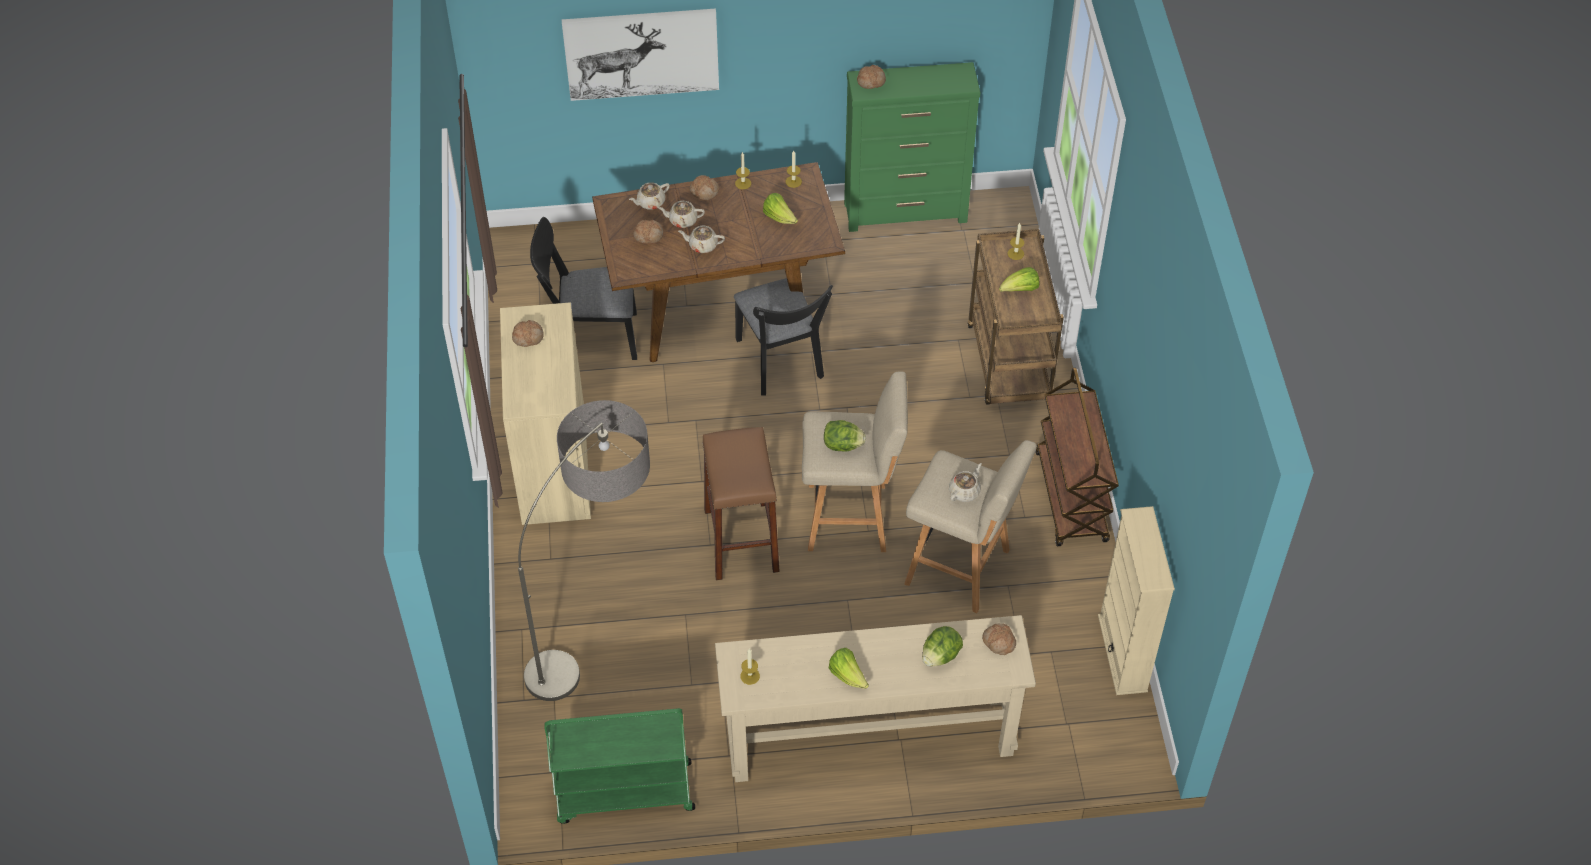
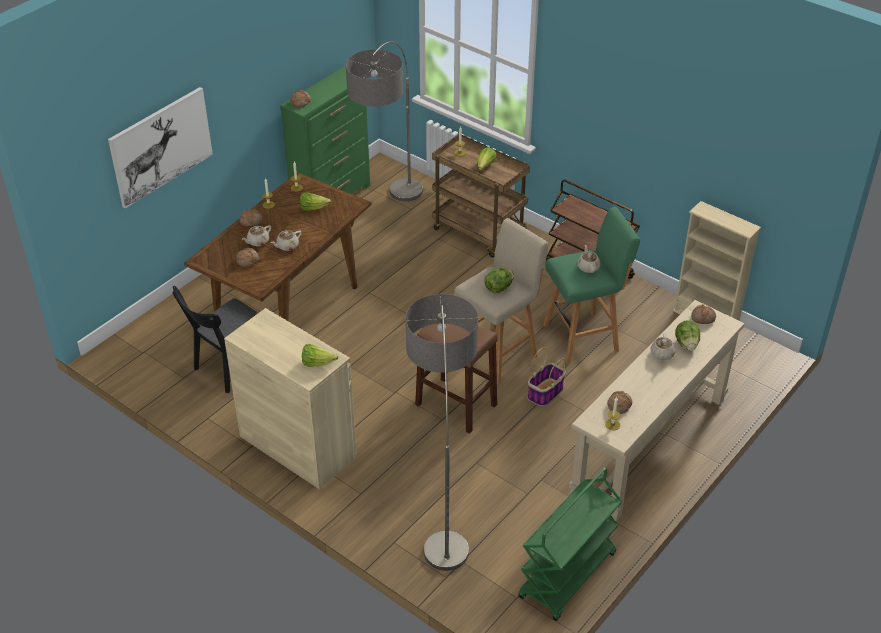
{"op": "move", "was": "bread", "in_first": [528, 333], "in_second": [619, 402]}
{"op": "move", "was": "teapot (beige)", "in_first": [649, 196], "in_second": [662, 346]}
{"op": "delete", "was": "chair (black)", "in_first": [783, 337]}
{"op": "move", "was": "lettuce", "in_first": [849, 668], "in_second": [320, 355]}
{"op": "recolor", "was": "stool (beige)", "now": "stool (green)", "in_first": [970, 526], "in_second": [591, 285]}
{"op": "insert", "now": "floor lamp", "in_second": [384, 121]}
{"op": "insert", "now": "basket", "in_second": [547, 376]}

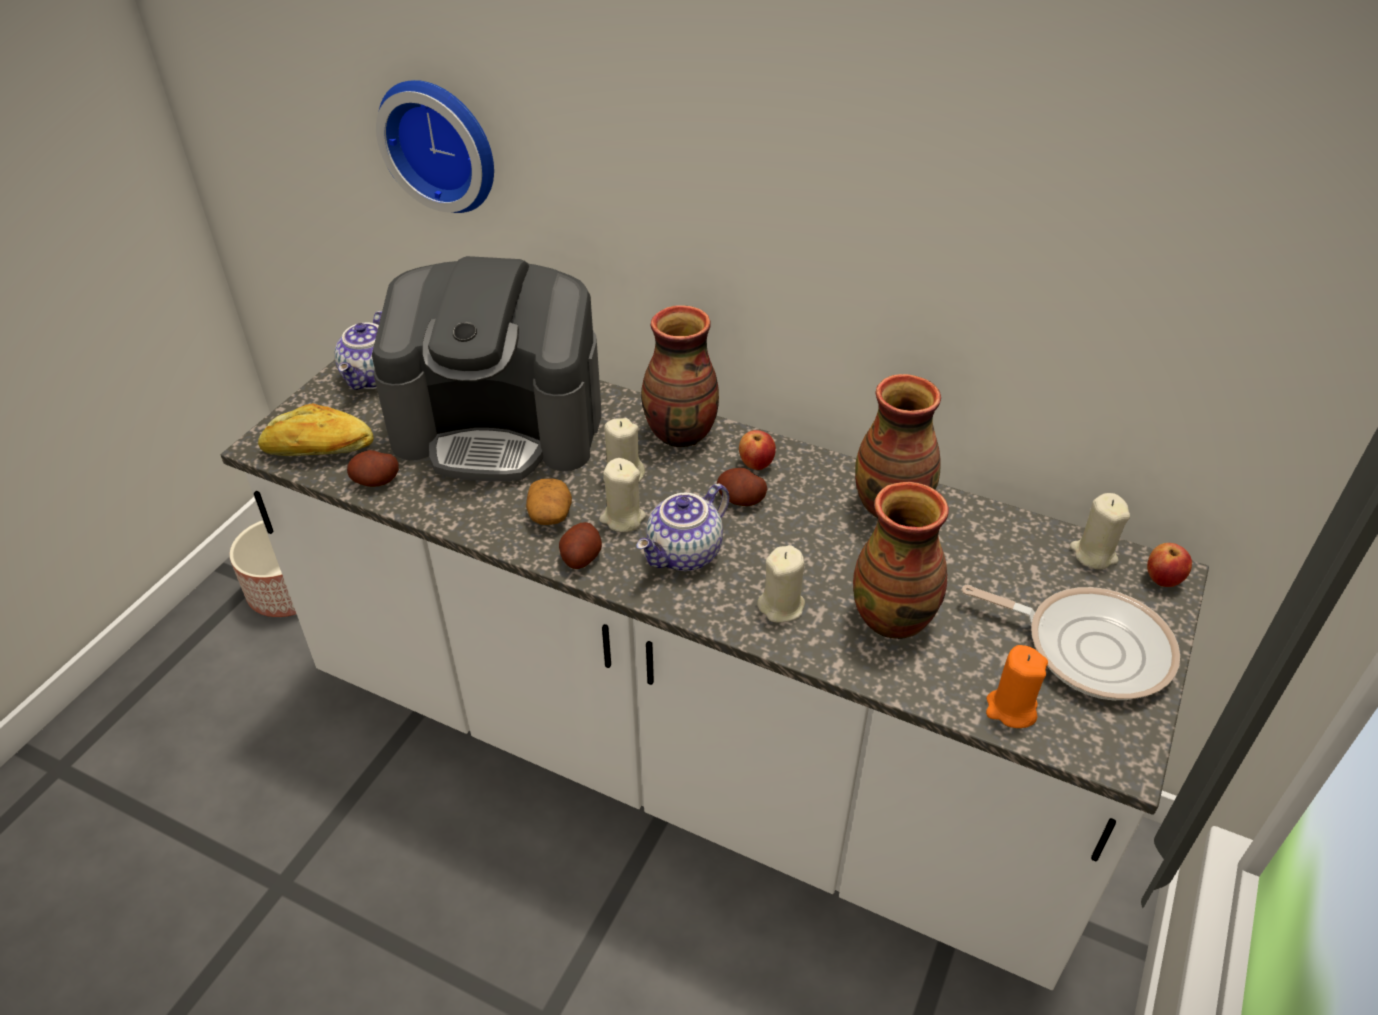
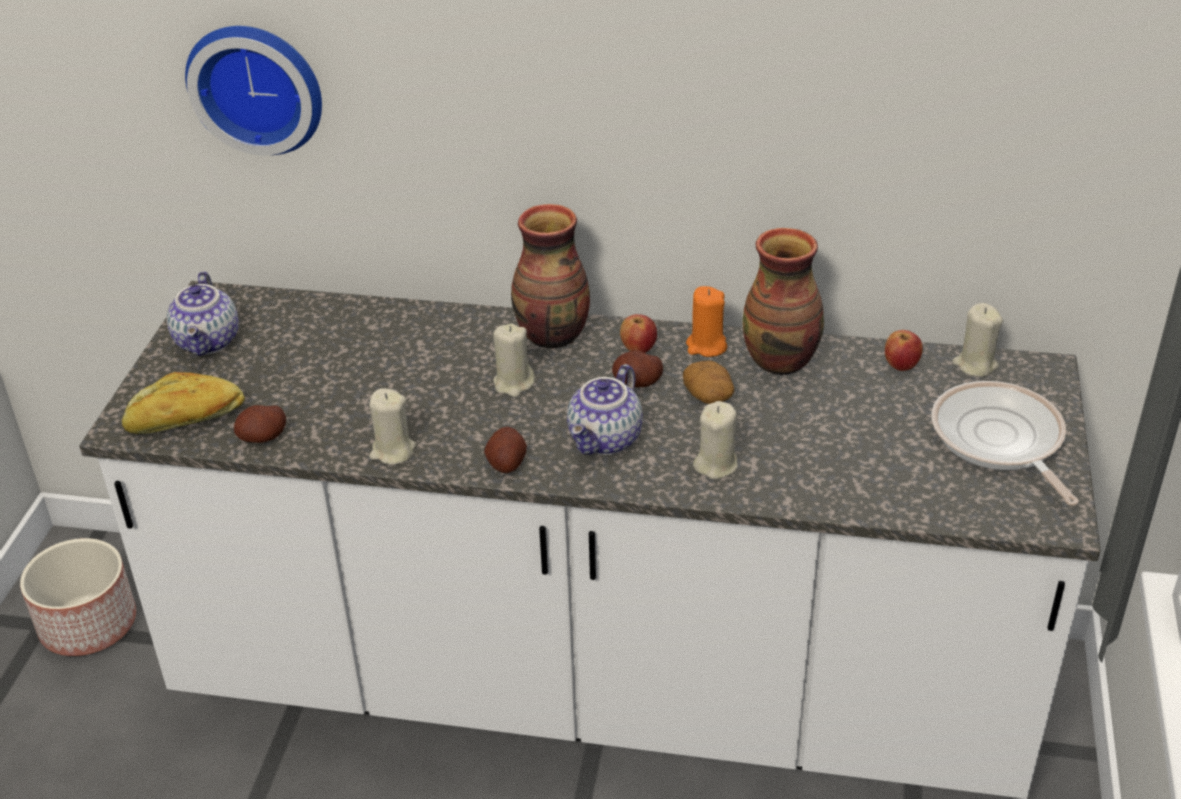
{"op": "delete", "was": "coffee machine", "in_first": [486, 368]}
{"op": "move", "was": "potato", "in_first": [549, 502], "in_second": [708, 382]}
{"op": "move", "was": "candle (beige)", "in_first": [622, 495], "in_second": [392, 426]}
{"op": "delete", "was": "vase", "in_first": [901, 560]}
{"op": "rotate", "was": "frying pan", "in_first": [1071, 642], "in_second": [1005, 443], "clockwise": -120}
{"op": "move", "was": "candle (orange)", "in_first": [1017, 686], "in_second": [706, 321]}
{"op": "move", "was": "apple", "in_first": [1169, 565], "in_second": [904, 350]}

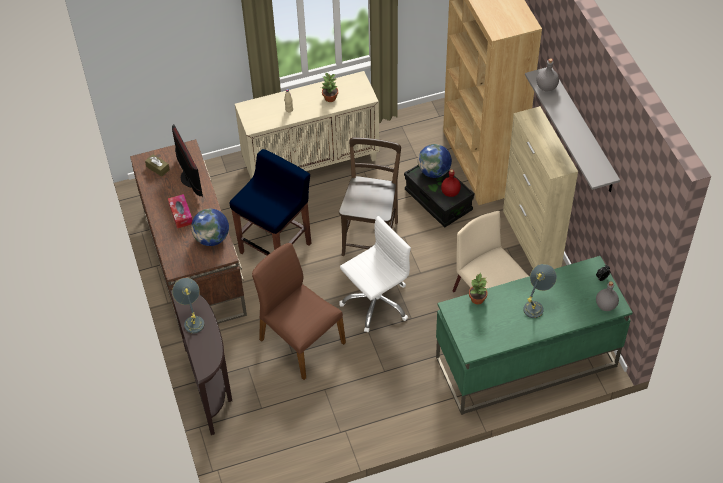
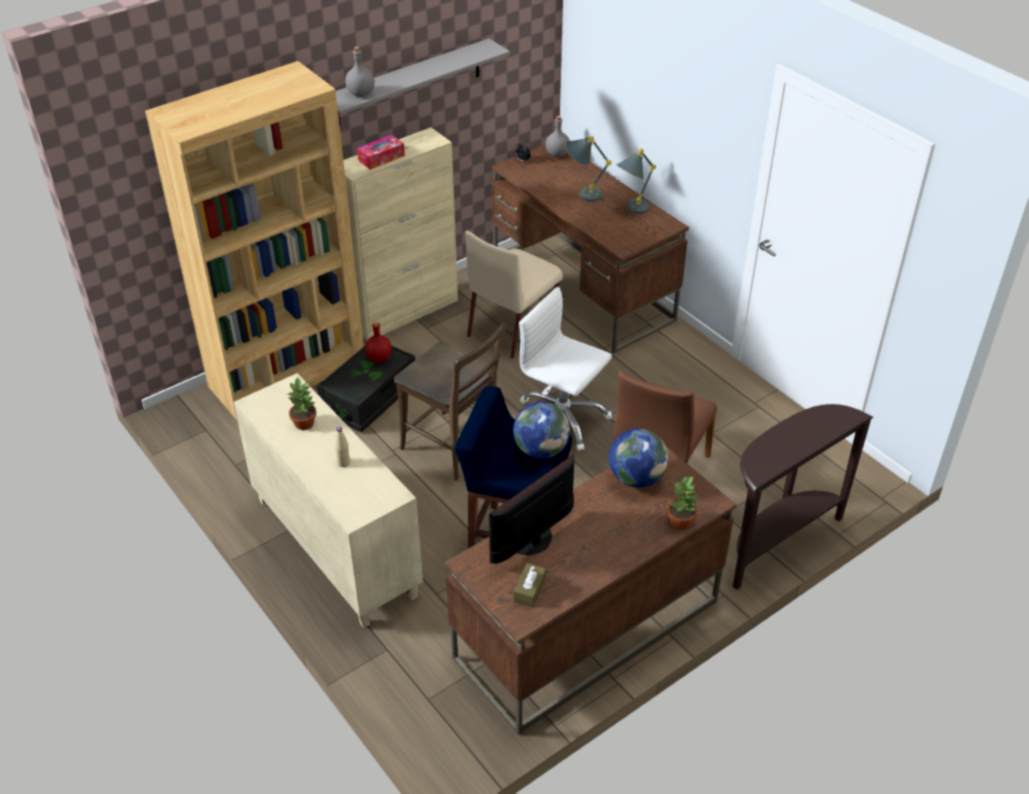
{"op": "move", "was": "tissue box", "in_first": [180, 211], "in_second": [381, 152]}
{"op": "move", "was": "table lamp (grey)", "in_first": [188, 305], "in_second": [636, 181]}
{"op": "rotate", "was": "chair (brown)", "in_first": [370, 196], "in_second": [450, 402], "clockwise": -135}
{"op": "move", "was": "globe", "in_first": [435, 161], "in_second": [541, 430]}
{"op": "recolor", "was": "desk (green)", "now": "desk (brown)", "in_first": [534, 335], "in_second": [590, 248]}
{"op": "move", "was": "potted plant", "in_first": [478, 289], "in_second": [682, 502]}

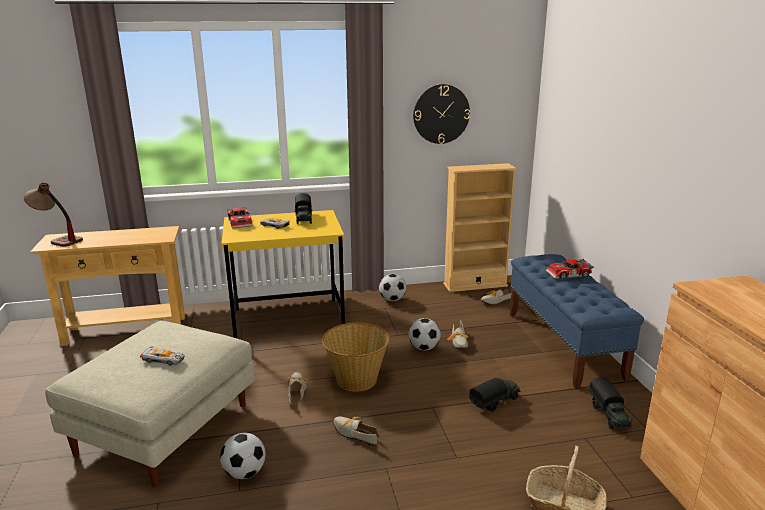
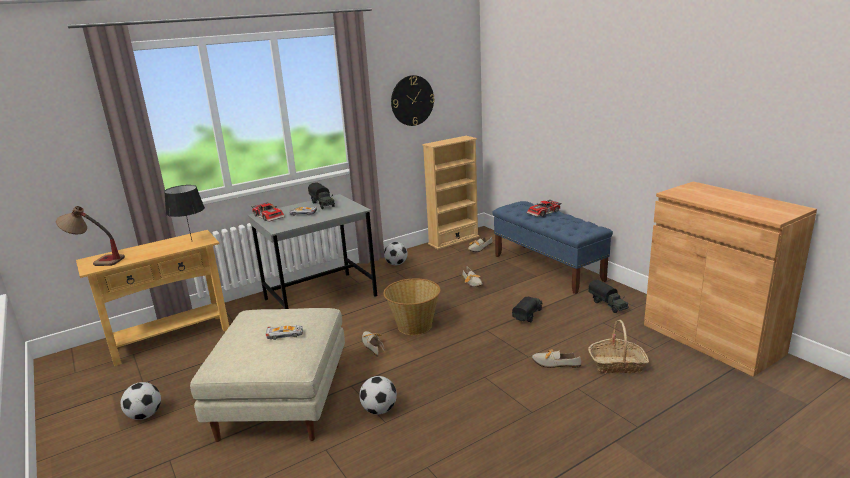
{"op": "recolor", "was": "desk (yellow)", "now": "desk (grey)", "in_first": [283, 274], "in_second": [312, 251]}
{"op": "move", "was": "shoe", "in_first": [356, 432], "in_second": [556, 358]}
{"op": "move", "was": "football", "in_first": [425, 334], "in_second": [141, 401]}
{"op": "insert", "now": "table lamp (black)", "in_second": [184, 212]}

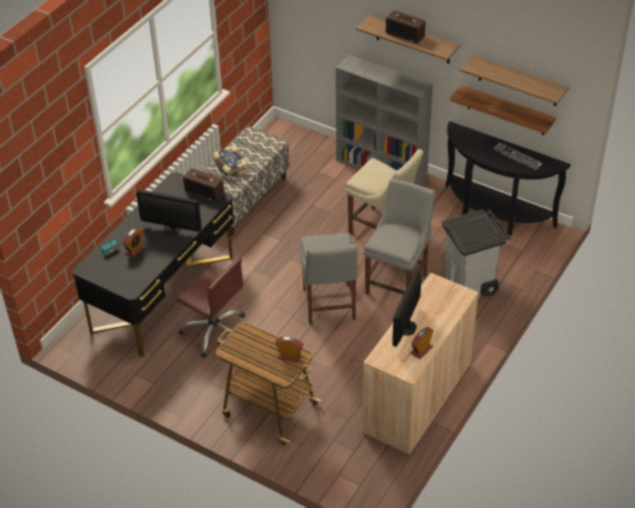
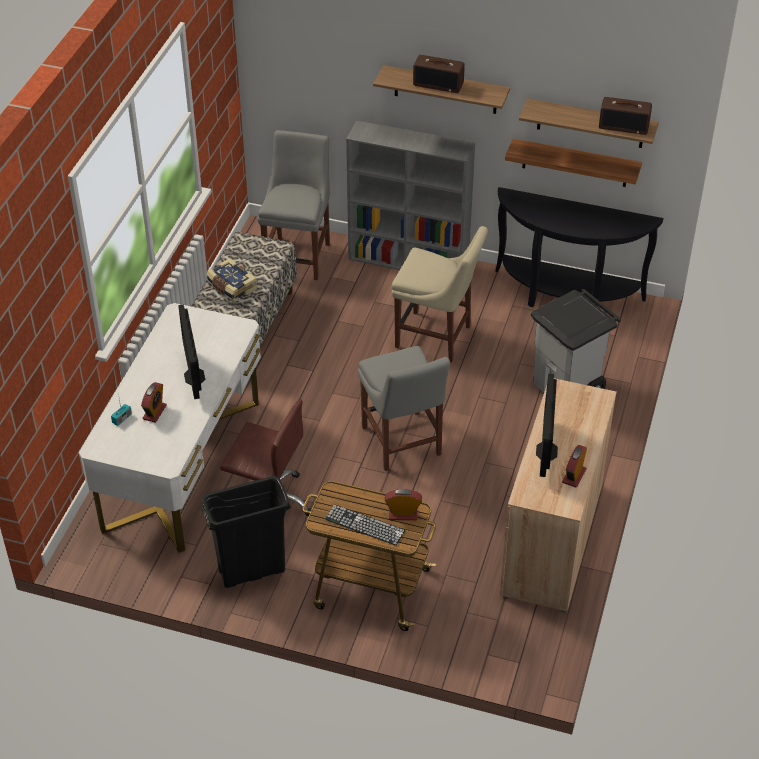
{"op": "recolor", "was": "desk (black)", "now": "desk (white)", "in_first": [153, 264], "in_second": [170, 428]}
{"op": "rotate", "was": "monitor", "in_first": [169, 212], "in_second": [191, 351], "clockwise": 75}
{"op": "move", "was": "radio", "in_first": [203, 185], "in_second": [625, 116]}
{"op": "move", "was": "chair (grey)", "in_first": [399, 236], "in_second": [294, 205]}
{"op": "move", "was": "keyboard", "in_first": [518, 157], "in_second": [365, 525]}
{"op": "insert", "now": "trash can (black)", "in_second": [246, 532]}

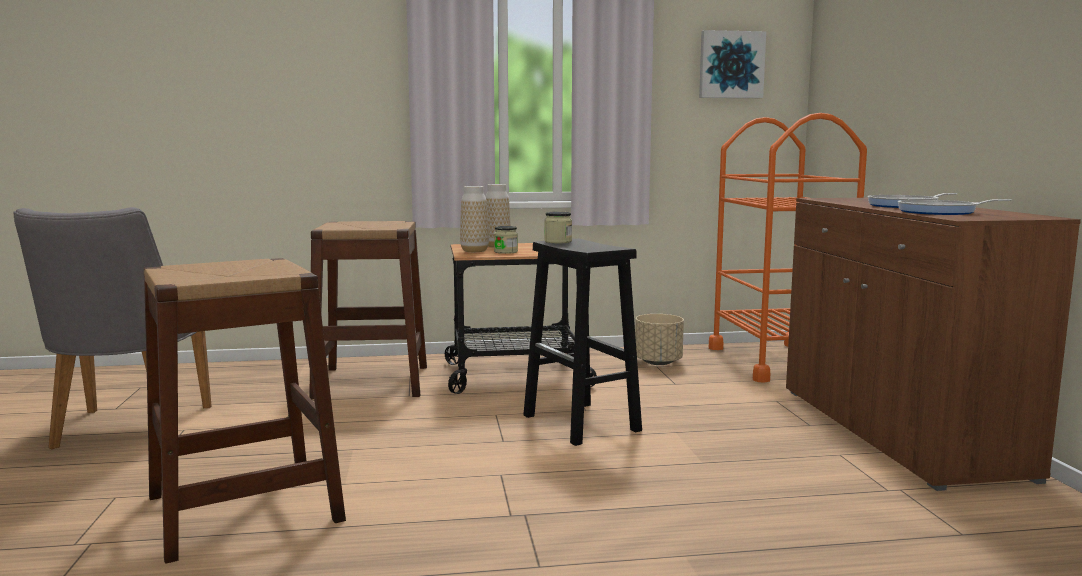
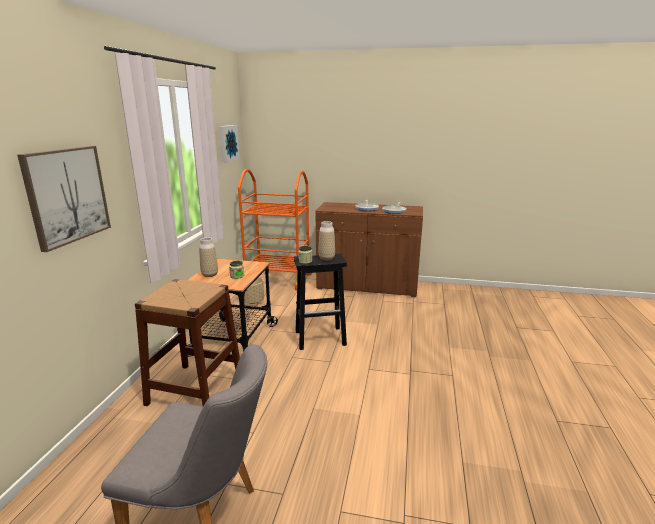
{"op": "delete", "was": "stool (brown)", "in_first": [244, 411]}
{"op": "move", "was": "vase", "in_first": [474, 219], "in_second": [326, 240]}
{"op": "insert", "now": "picture", "in_second": [64, 199]}

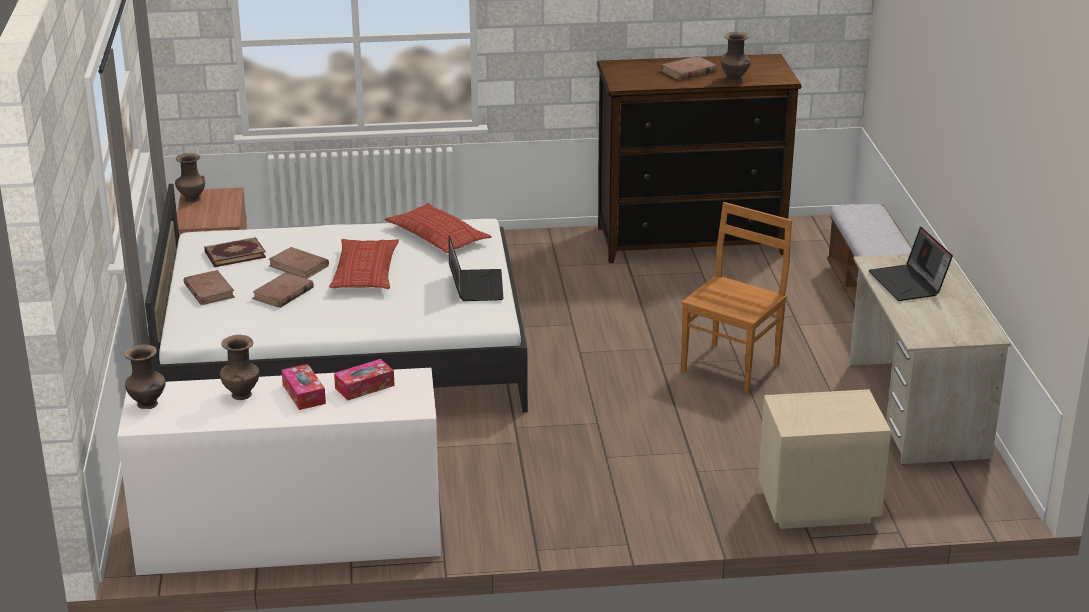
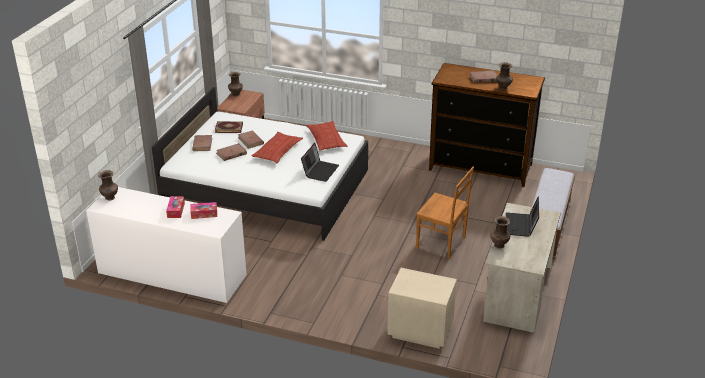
{"op": "move", "was": "vase (brown)", "in_first": [240, 367], "in_second": [500, 232]}
{"op": "rotate", "was": "chair (brown)", "in_first": [736, 297], "in_second": [445, 213], "clockwise": 60}

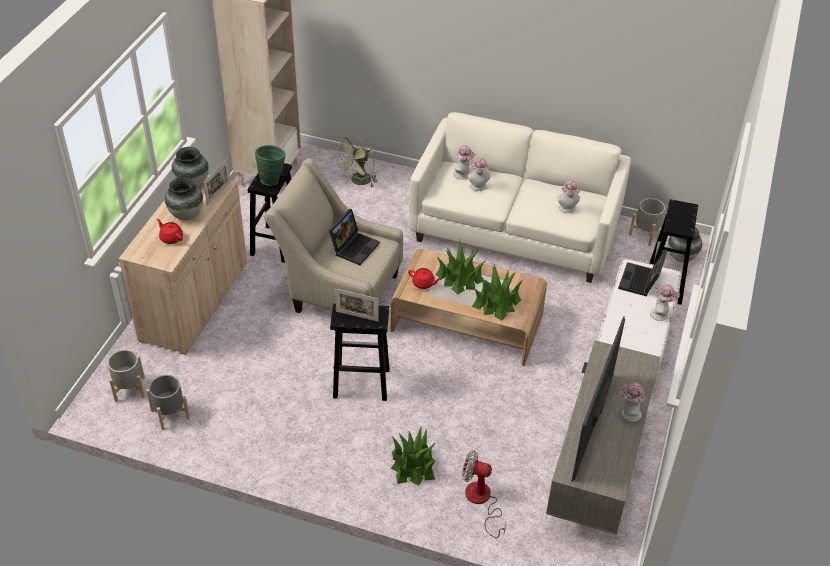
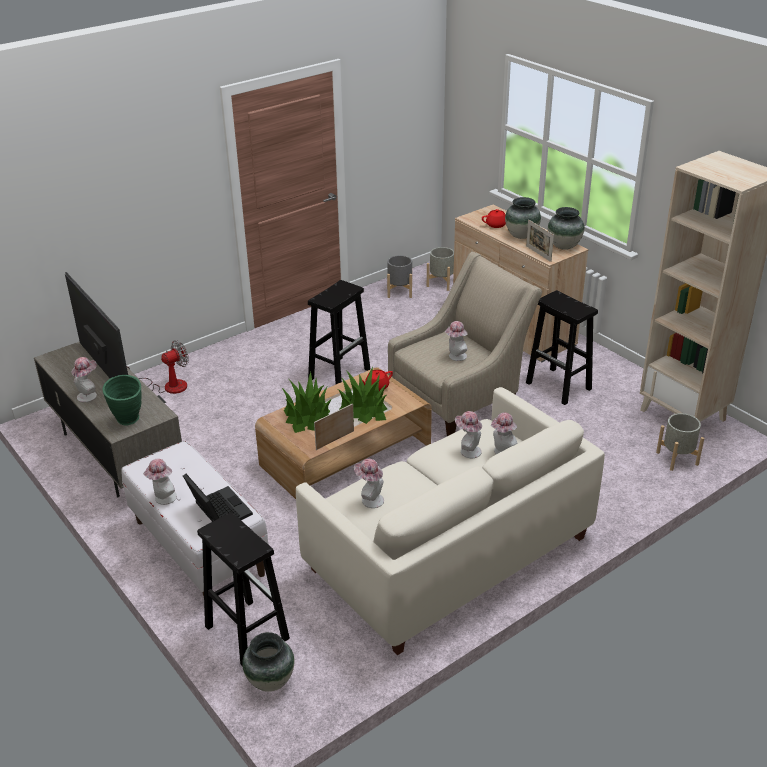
{"op": "move", "was": "vase (green)", "in_first": [270, 165], "in_second": [122, 400]}
{"op": "replace", "was": "laptop", "now": "hat", "in_first": [354, 237], "in_second": [456, 341]}
{"op": "delete", "was": "fan (green)", "in_first": [356, 161]}
{"op": "move", "was": "picture frame", "in_first": [357, 305], "in_second": [334, 426]}
{"op": "delete", "was": "potted plant", "in_first": [414, 457]}
{"op": "move", "was": "planter (grey)", "in_first": [648, 222], "in_second": [680, 442]}

